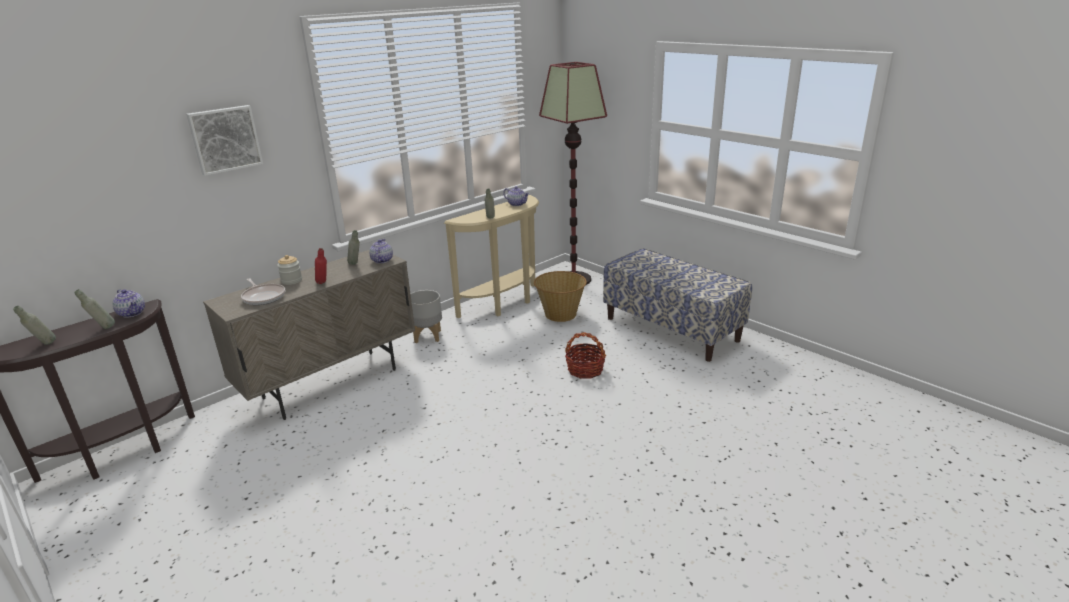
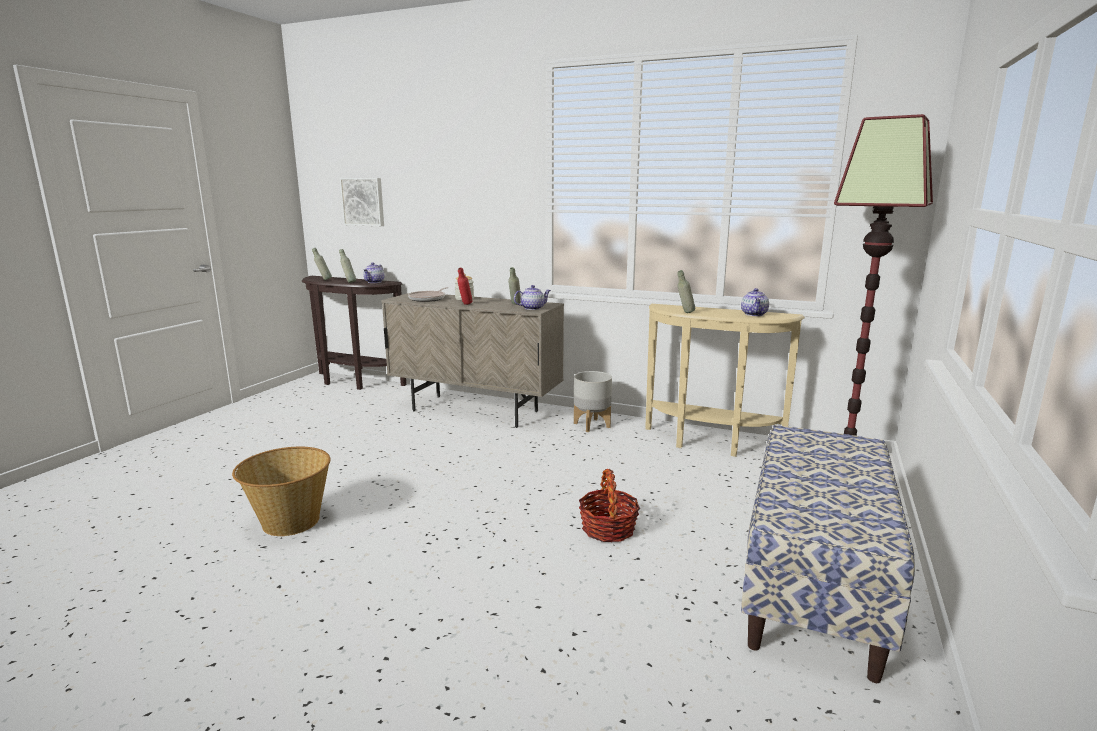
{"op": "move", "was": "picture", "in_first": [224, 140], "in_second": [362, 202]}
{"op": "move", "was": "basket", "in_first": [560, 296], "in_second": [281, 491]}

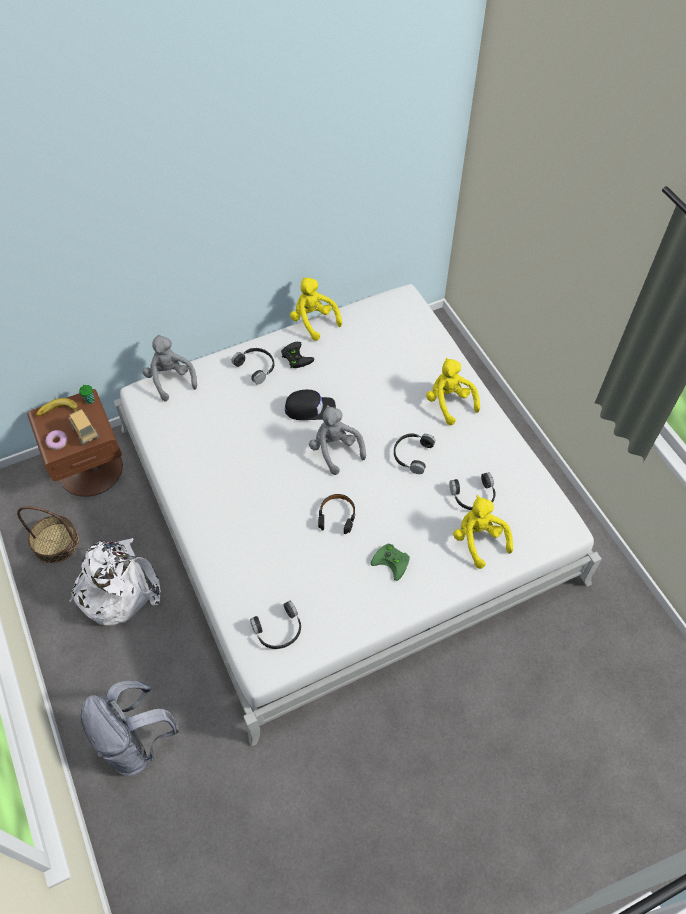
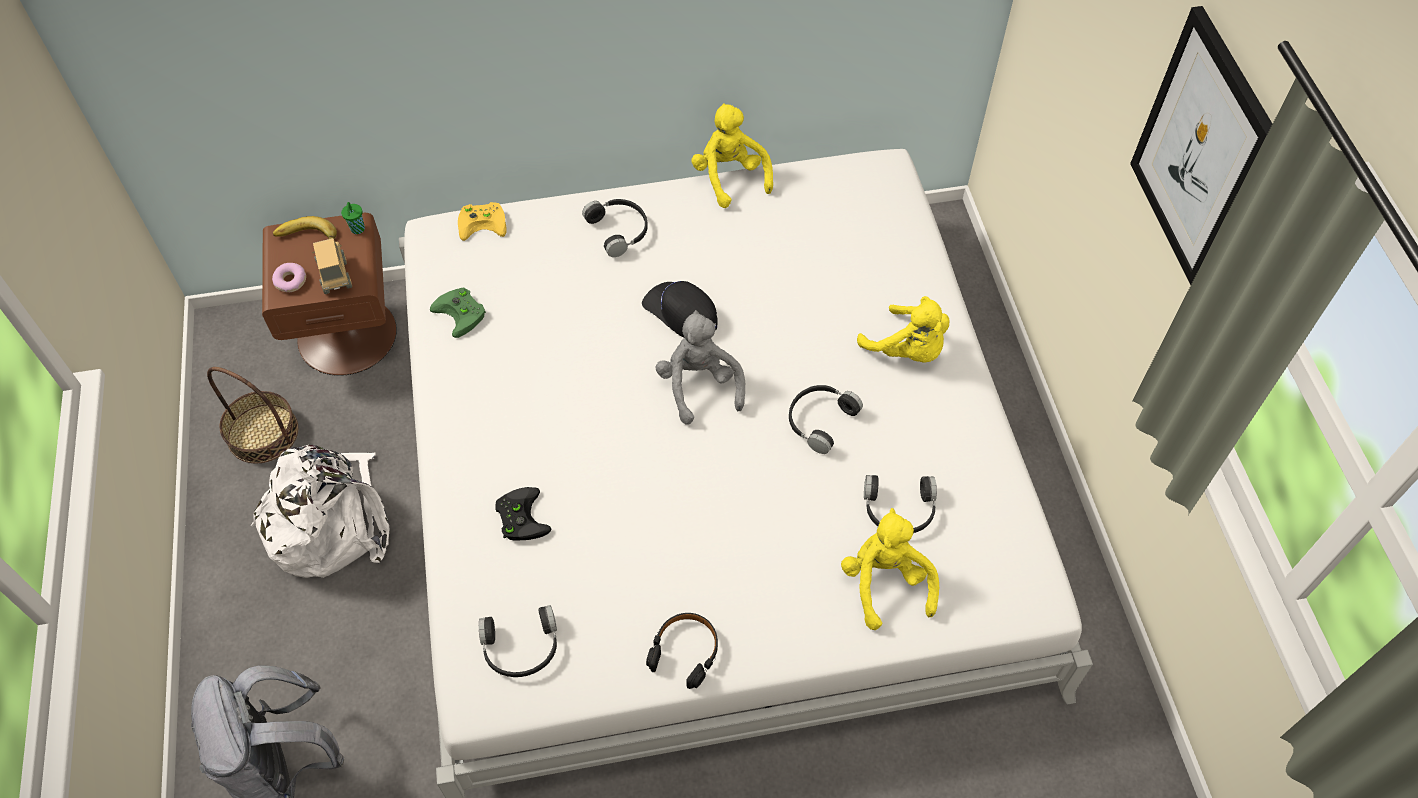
{"op": "replace", "was": "plush toy (grey)", "now": "game controller (yellow)", "in_first": [169, 368], "in_second": [482, 221]}
{"op": "move", "was": "game controller (black)", "in_first": [297, 355], "in_second": [523, 513]}
{"op": "rotate", "was": "cap (black)", "in_first": [310, 405], "in_second": [680, 309], "clockwise": -150}
{"op": "move", "was": "headphones (black)", "in_first": [336, 514], "in_second": [682, 651]}
{"op": "move", "was": "game controller (green)", "in_first": [390, 562], "in_second": [458, 313]}
{"op": "rotate", "was": "plush toy (yellow)", "in_first": [453, 391], "in_second": [903, 329], "clockwise": 150}
{"op": "insert", "now": "picture", "in_second": [1201, 145]}

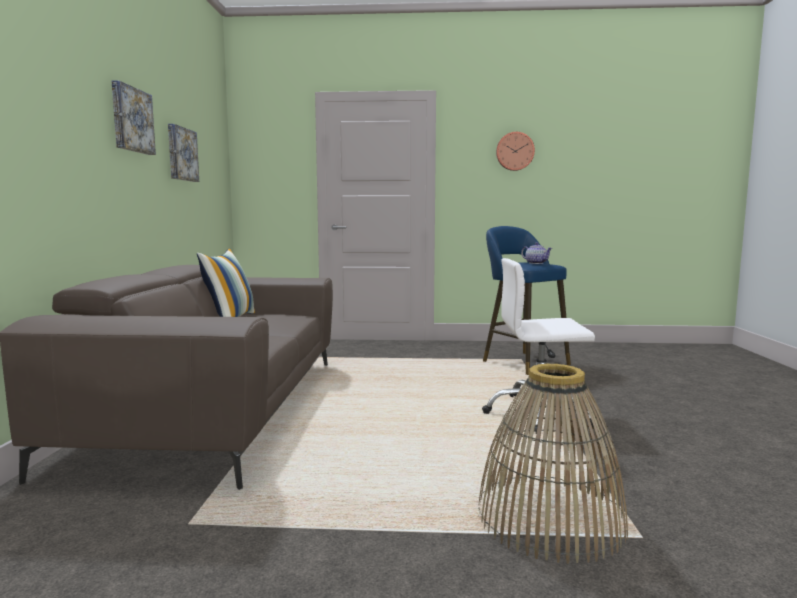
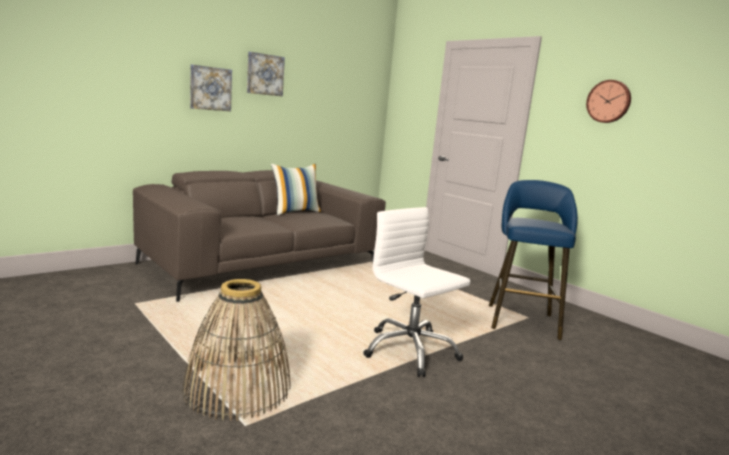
{"op": "move", "was": "picture", "in_first": [183, 153], "in_second": [211, 88]}
{"op": "delete", "was": "teapot", "in_first": [537, 253]}

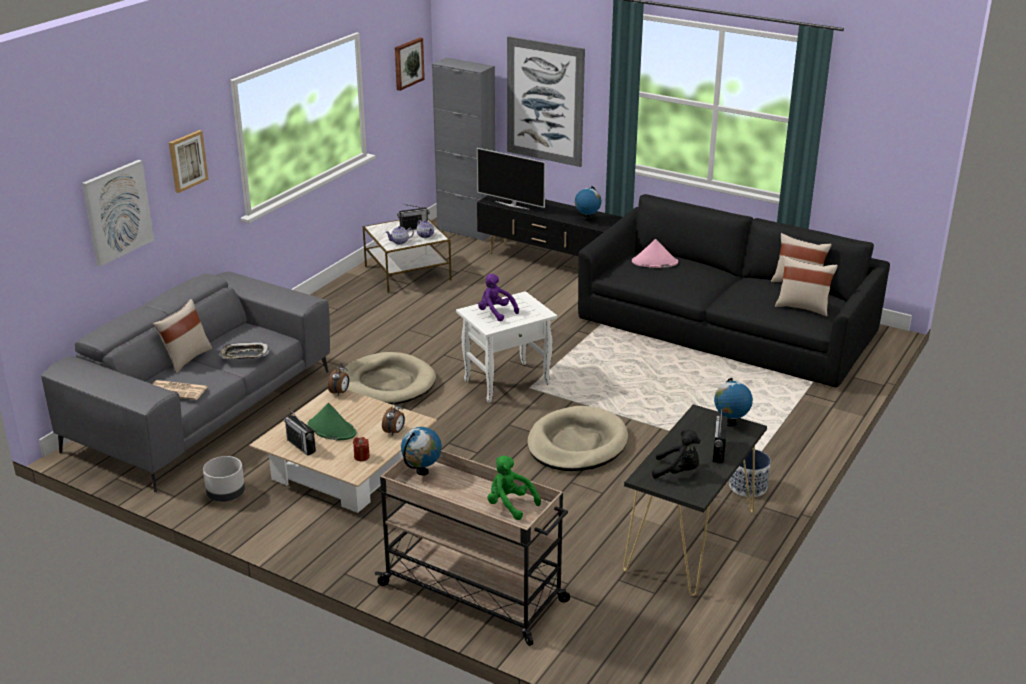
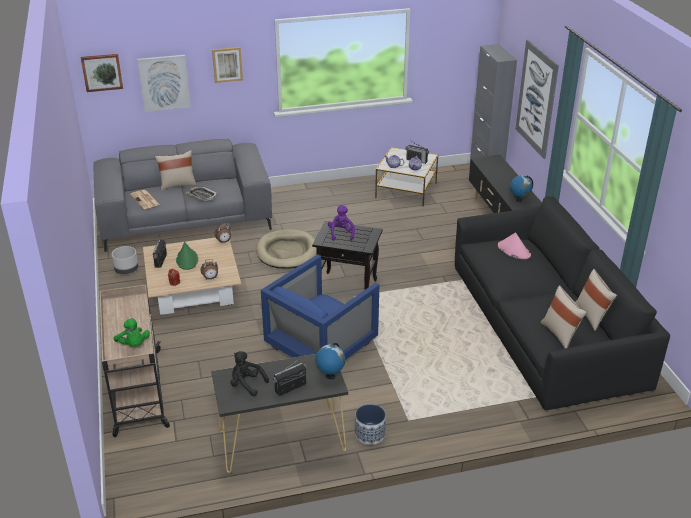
{"op": "move", "was": "picture", "in_first": [410, 64], "in_second": [102, 73]}
{"op": "delete", "was": "globe", "in_first": [421, 451]}
{"op": "recolor", "was": "side table (white)", "now": "side table (black)", "in_first": [506, 347], "in_second": [347, 255]}
{"op": "delete", "was": "television", "in_first": [511, 179]}
{"op": "rotate", "was": "plush toy (green)", "in_first": [514, 488], "in_second": [131, 332], "clockwise": 150}
{"op": "replace", "was": "dog bed (beige)", "now": "armchair (blue)", "in_first": [577, 438], "in_second": [320, 307]}
{"op": "rotate", "was": "plush toy (black)", "in_first": [676, 454], "in_second": [249, 373], "clockwise": 150}

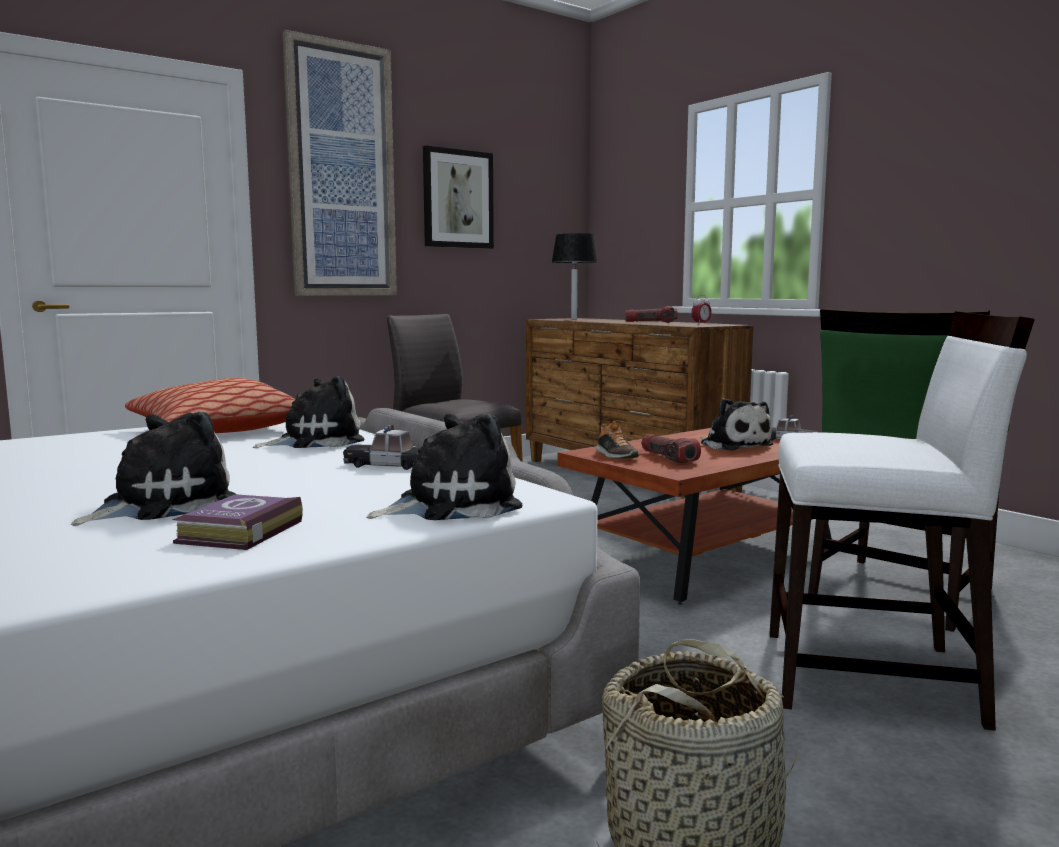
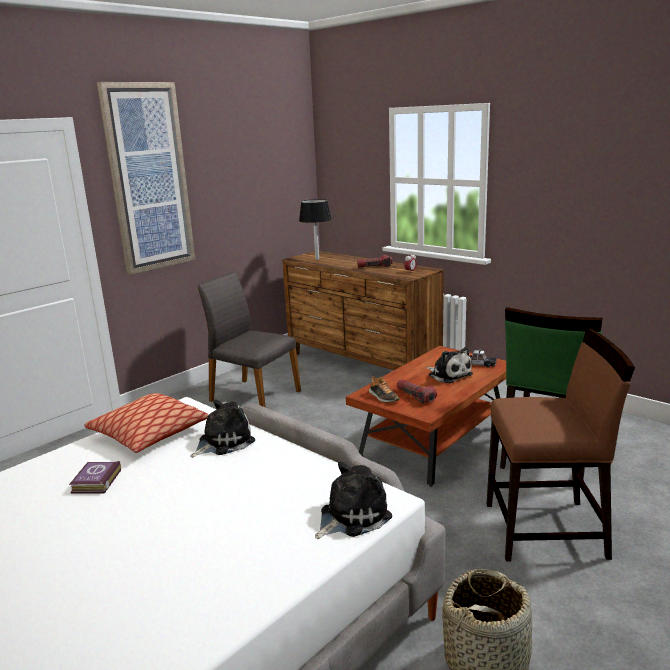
{"op": "delete", "was": "plush toy", "in_first": [153, 469]}
{"op": "move", "was": "book", "in_first": [238, 522], "in_second": [95, 477]}
{"op": "delete", "was": "toy car", "in_first": [382, 447]}
{"op": "delete", "was": "picture", "in_first": [458, 197]}
{"op": "recolor", "was": "chair (white)", "now": "chair (brown)", "in_first": [902, 521], "in_second": [561, 445]}

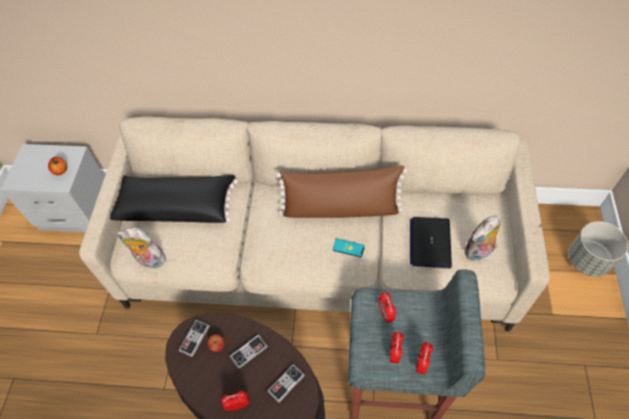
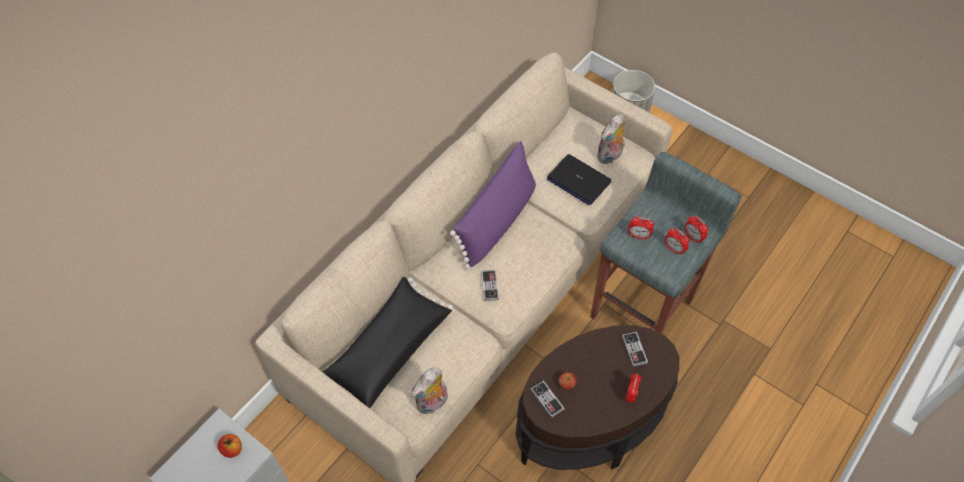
{"op": "move", "was": "game controller", "in_first": [249, 352], "in_second": [490, 285]}
{"op": "recolor", "was": "pillow (brown)", "now": "pillow (purple)", "in_first": [342, 191], "in_second": [493, 205]}
{"op": "delete", "was": "phone", "in_first": [349, 248]}
{"op": "rotate", "was": "plush toy", "in_first": [482, 238], "in_second": [610, 139], "clockwise": 45}

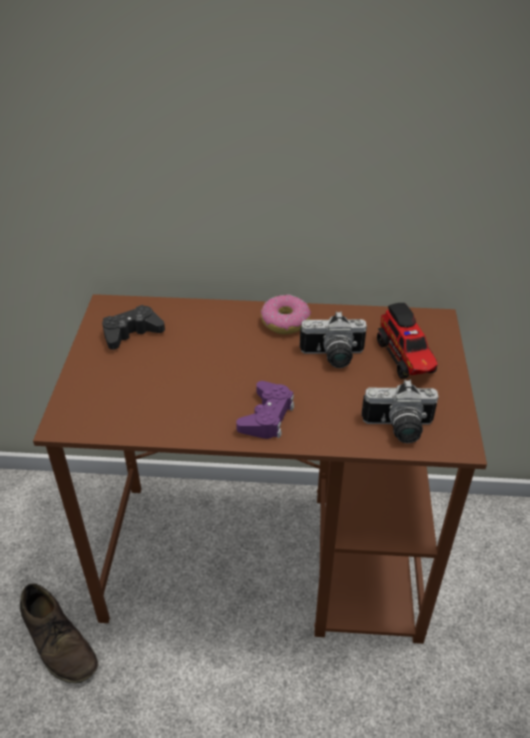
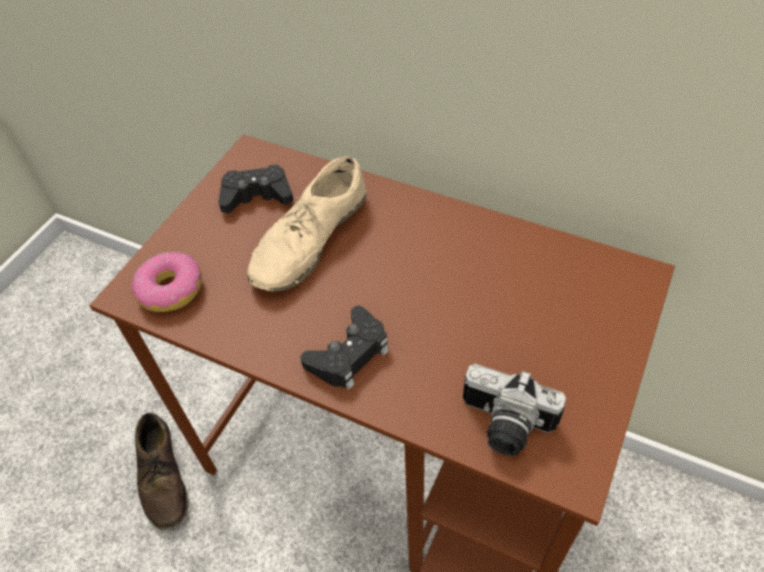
{"op": "recolor", "was": "game controller (purple)", "now": "game controller (black)", "in_first": [265, 410], "in_second": [345, 348]}
{"op": "move", "was": "donut", "in_first": [286, 314], "in_second": [167, 282]}
{"op": "delete", "was": "photo camera", "in_first": [333, 339]}
{"op": "delete", "was": "toy truck", "in_first": [407, 341]}
{"op": "insert", "now": "shoe (beige)", "in_second": [306, 223]}

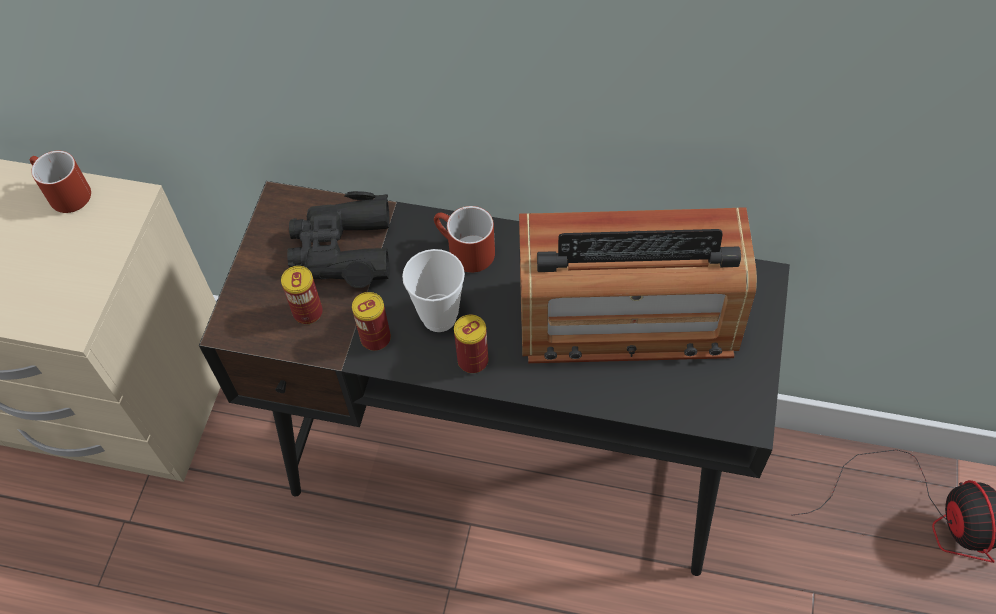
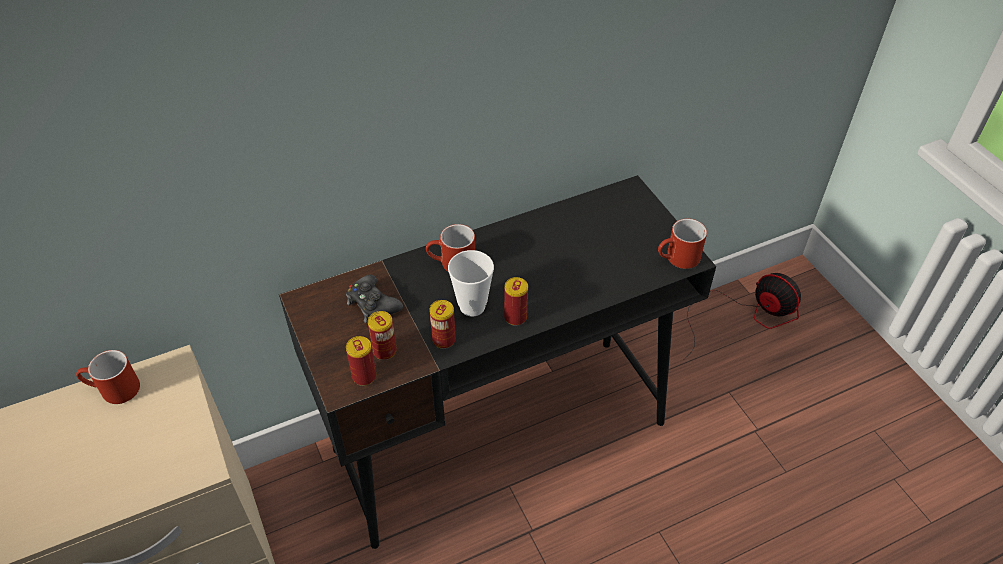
{"op": "replace", "was": "binoculars (black)", "now": "game controller (black)", "in_first": [338, 239], "in_second": [374, 299]}
{"op": "delete", "was": "radio", "in_first": [638, 285]}
{"op": "insert", "now": "can", "in_second": [361, 361]}
{"op": "insert", "now": "mug (red)", "in_second": [682, 244]}

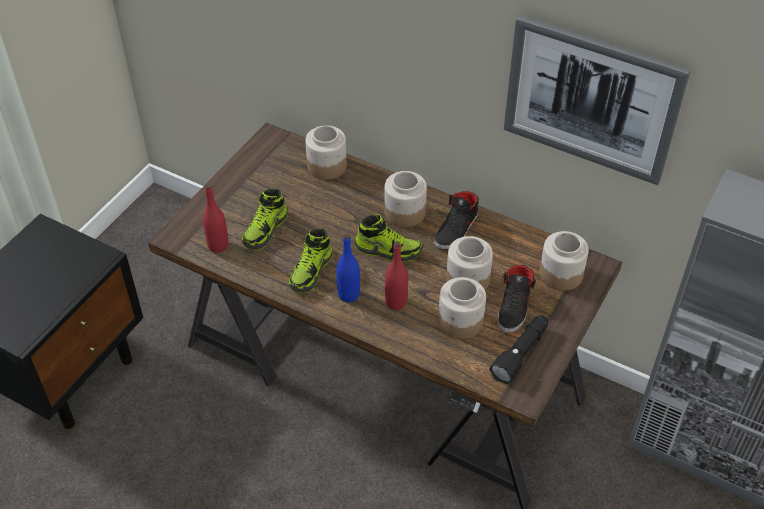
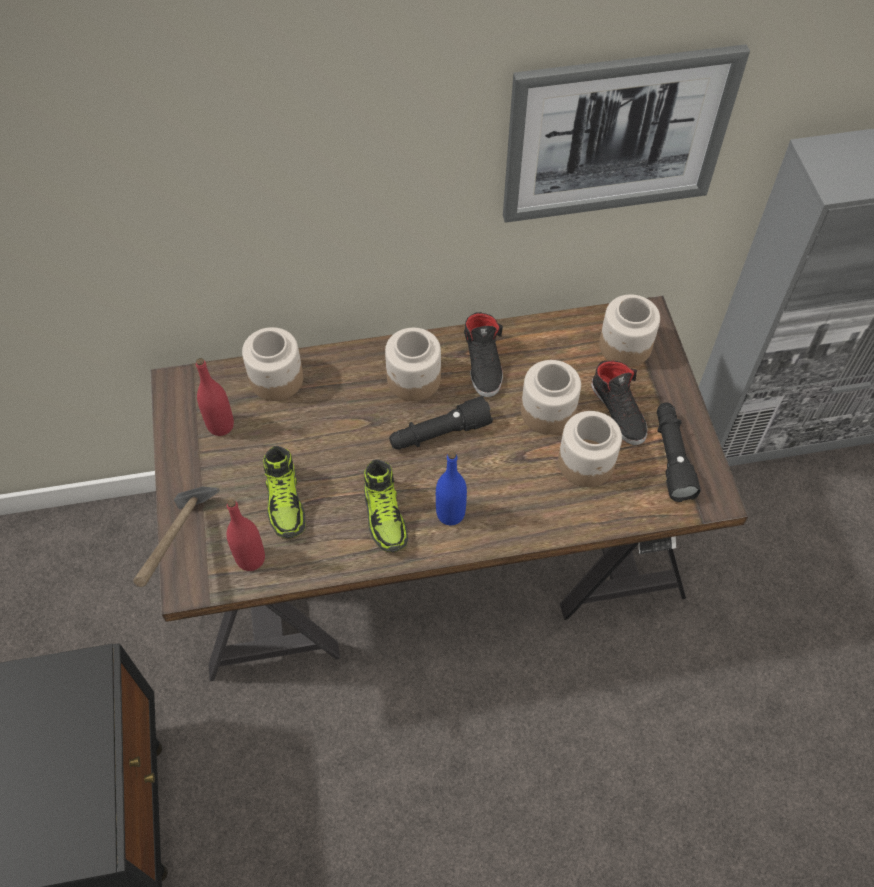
{"op": "replace", "was": "shoe", "now": "flashlight (black)", "in_first": [389, 238], "in_second": [441, 423]}
{"op": "move", "was": "bottle (red)", "in_first": [396, 275], "in_second": [215, 397]}
{"op": "insert", "now": "hammer", "in_second": [176, 537]}

